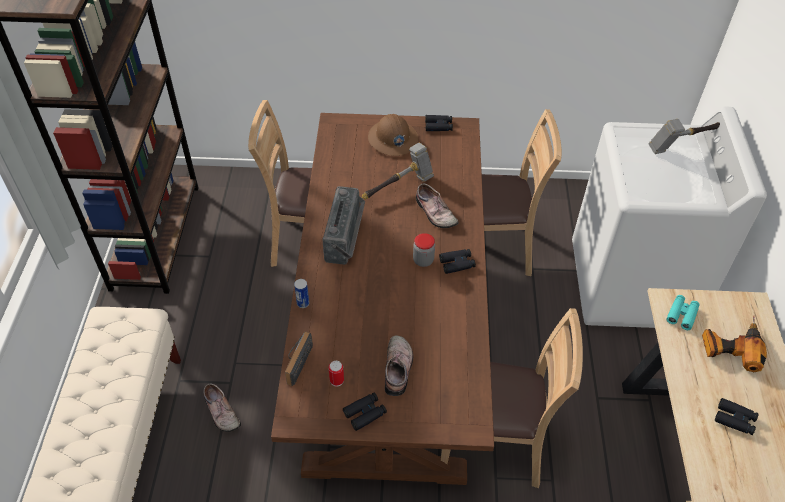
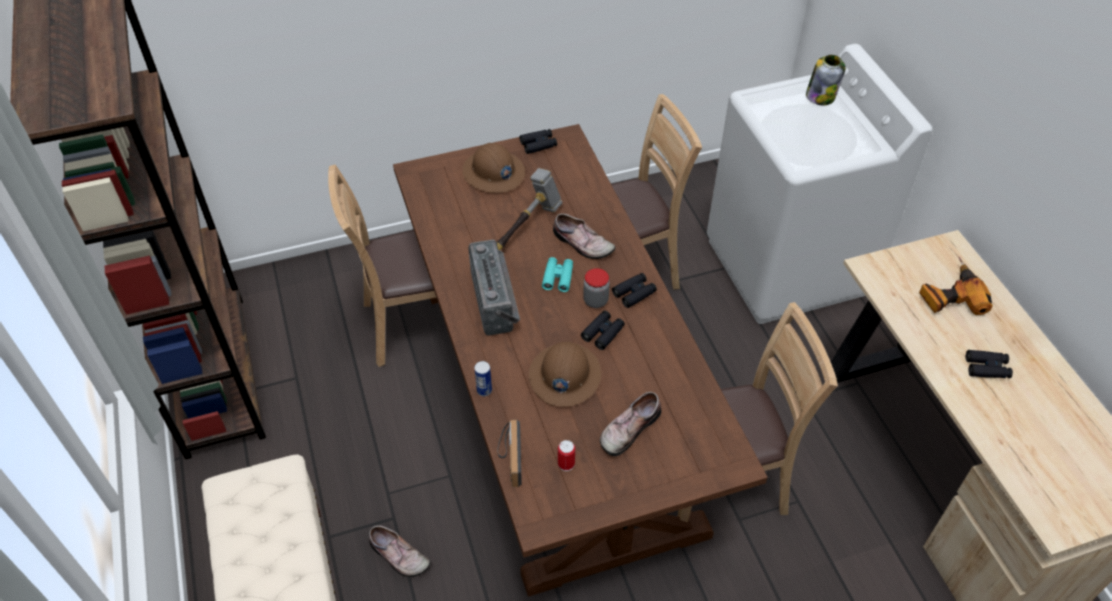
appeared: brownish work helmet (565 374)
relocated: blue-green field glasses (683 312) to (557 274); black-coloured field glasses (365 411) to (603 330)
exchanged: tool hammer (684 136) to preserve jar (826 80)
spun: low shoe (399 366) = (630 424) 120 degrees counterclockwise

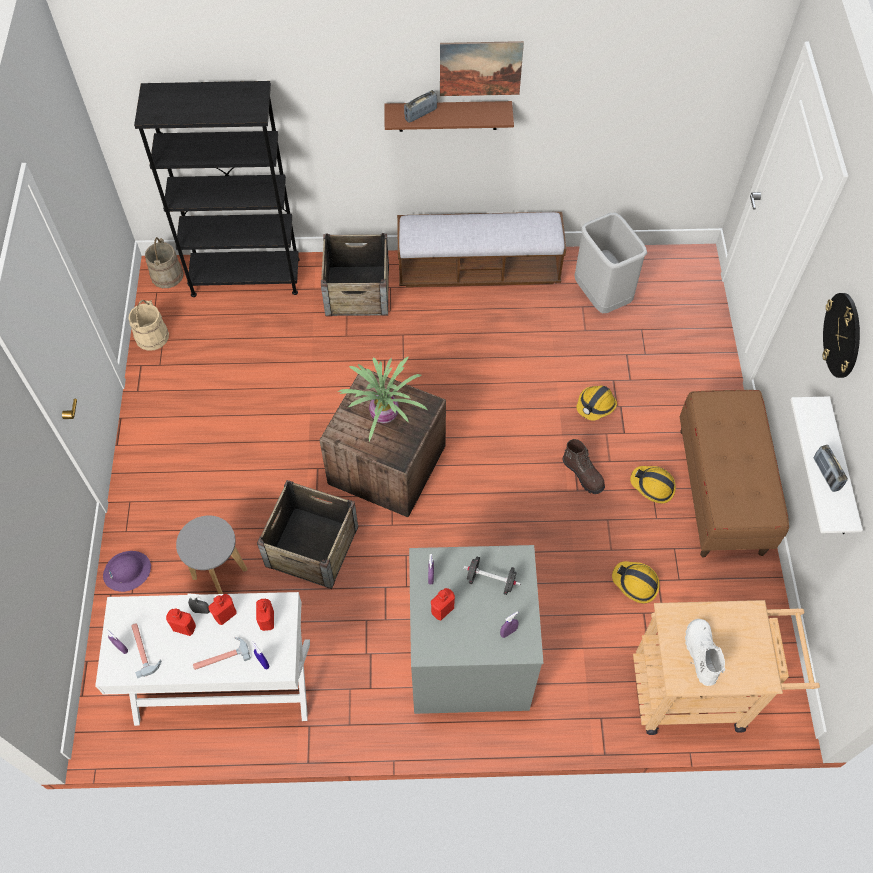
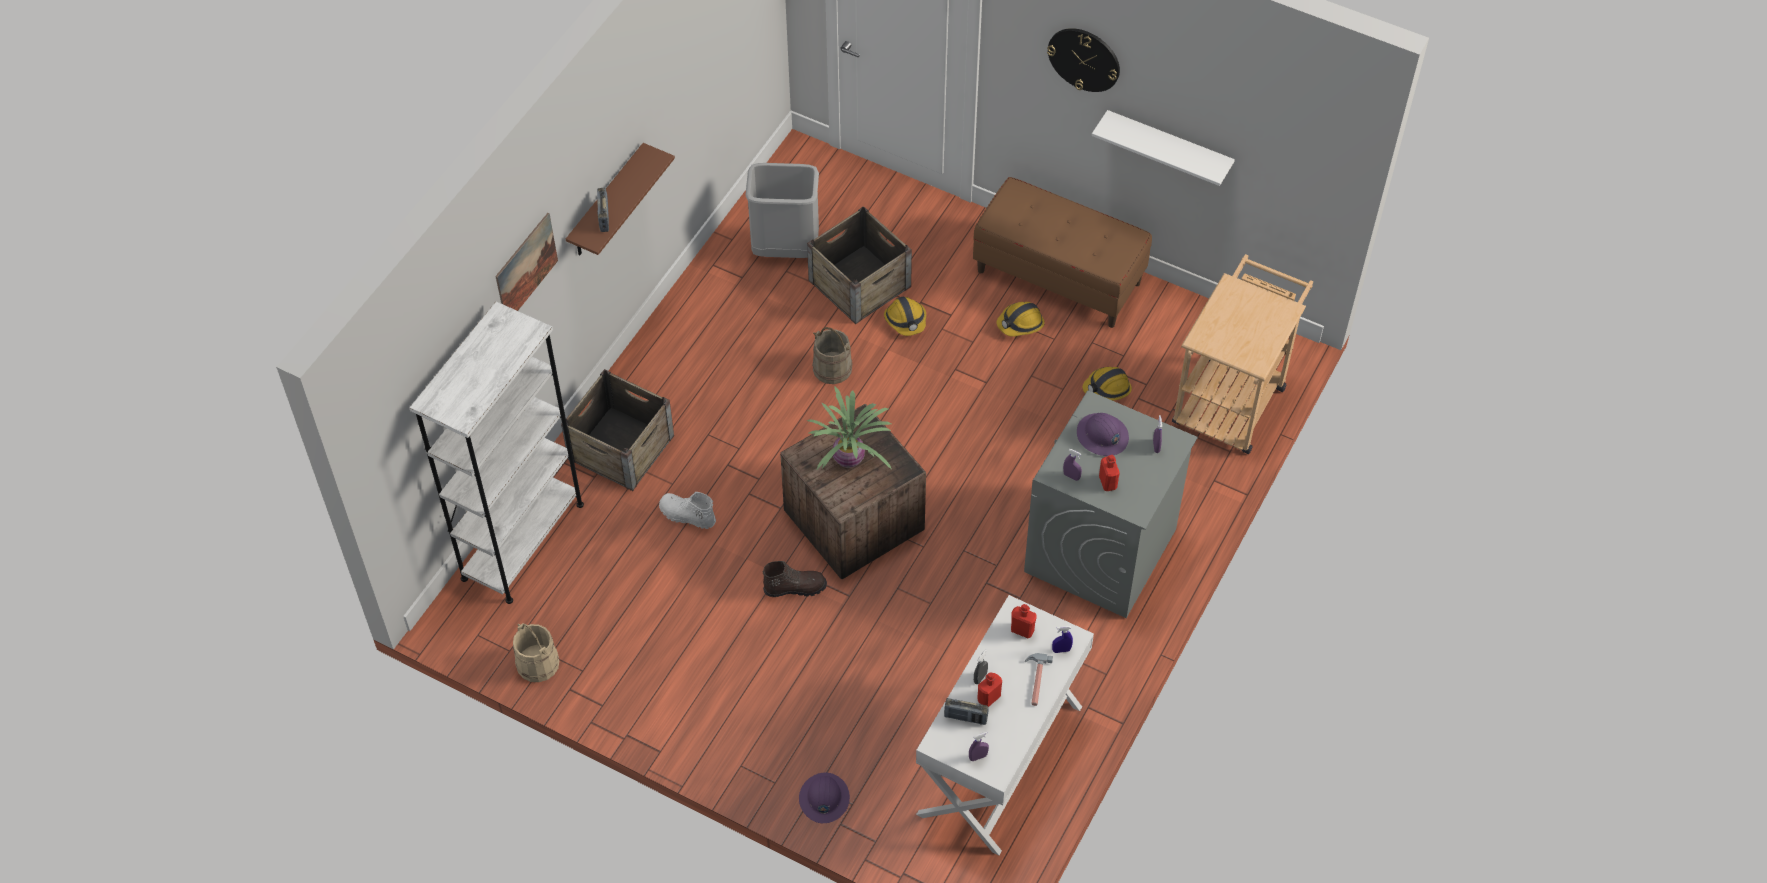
missing: indoor bench (481 249); greyish stool (211 554); reddish drink bottle (223 609); tool hammer (146 650)
relocated: picture (482 68) to (526 262); beige-coloured bucket (164 262) to (832 355); brownish boot (583 466) to (794 579); radio receiver (830 468) to (966 711); crate (307 534) to (859 265); white-coloured boot (705 652) to (687 510)
exchanged: black-coloured hand weight (492 576) to purple-coloured work helmet (1103 434)
colour: black-coloured bookshelf (217 189) to white-coloured bookshelf (497 452)

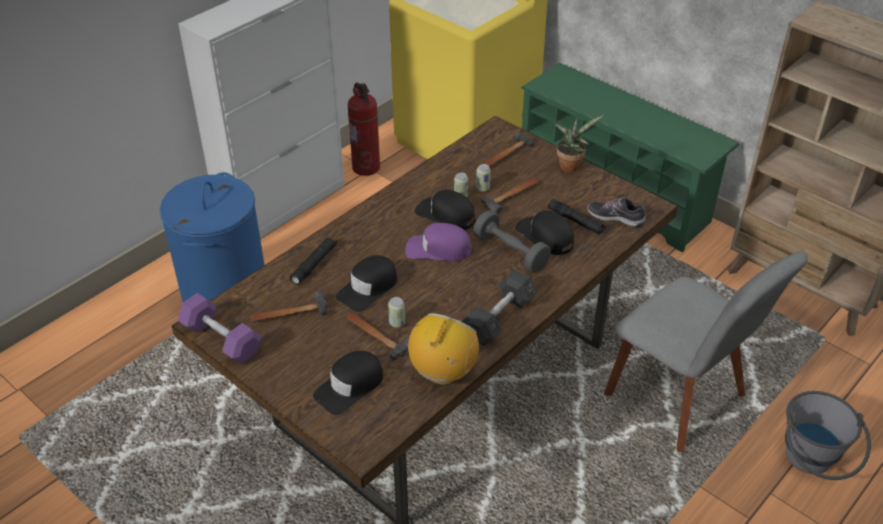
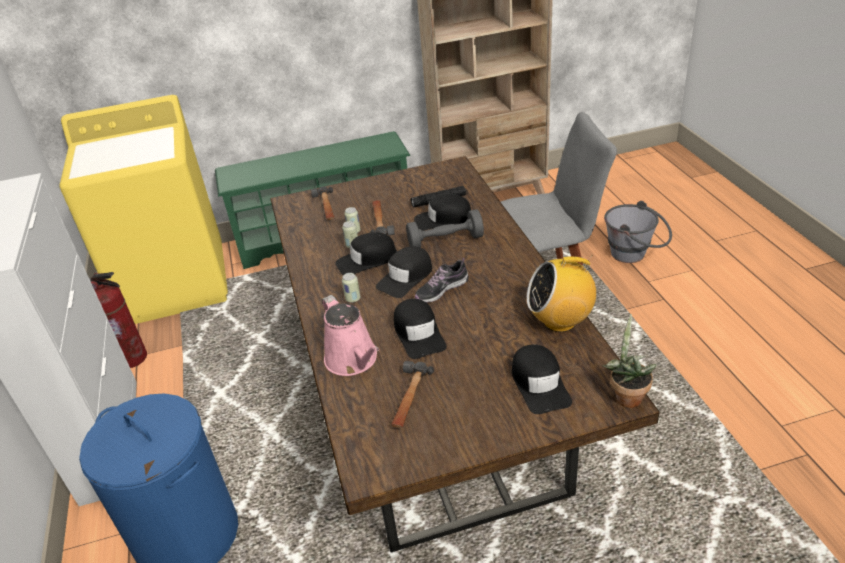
missing: greyish hand weight (499 307); purple-coloured hand weight (220 328); tool hammer (377 336)
relocated: plant in a pot (579 143) to (629 361); low shoe (616 212) to (442 280); metal can (396 312) to (351 288)
exchanged: black-coloured torch (313 261) to pink sprinkling can (350 335)
colour: purple-coloured peaked cap (438 242) to black-coloured peaked cap (404 272)
spun: radio receiver (443 349) = (561 293) 60 degrees counterclockwise

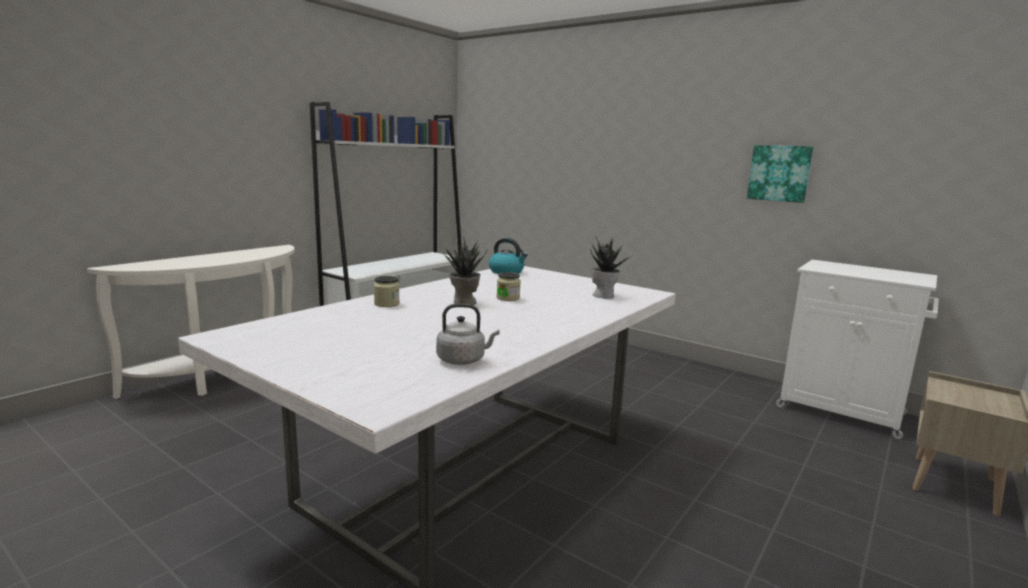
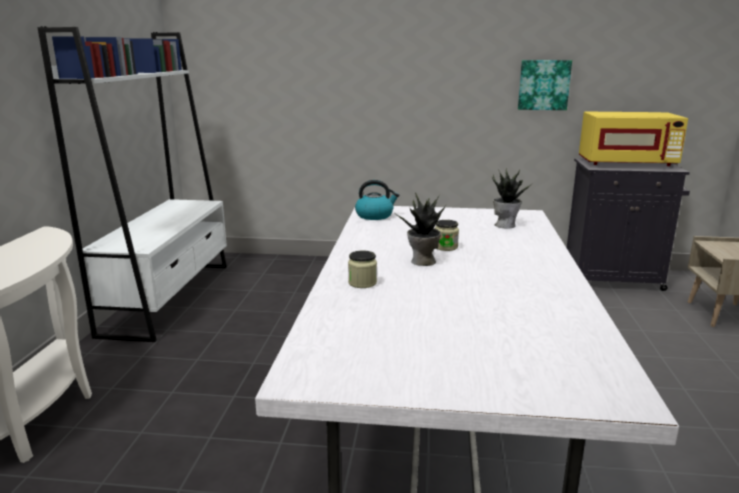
missing: greyish tea kettle (467 334)
appeared: yellowish microwave (633 139)
colour: white-coloured cupboard (857 349) to black-coloured cupboard (628 224)

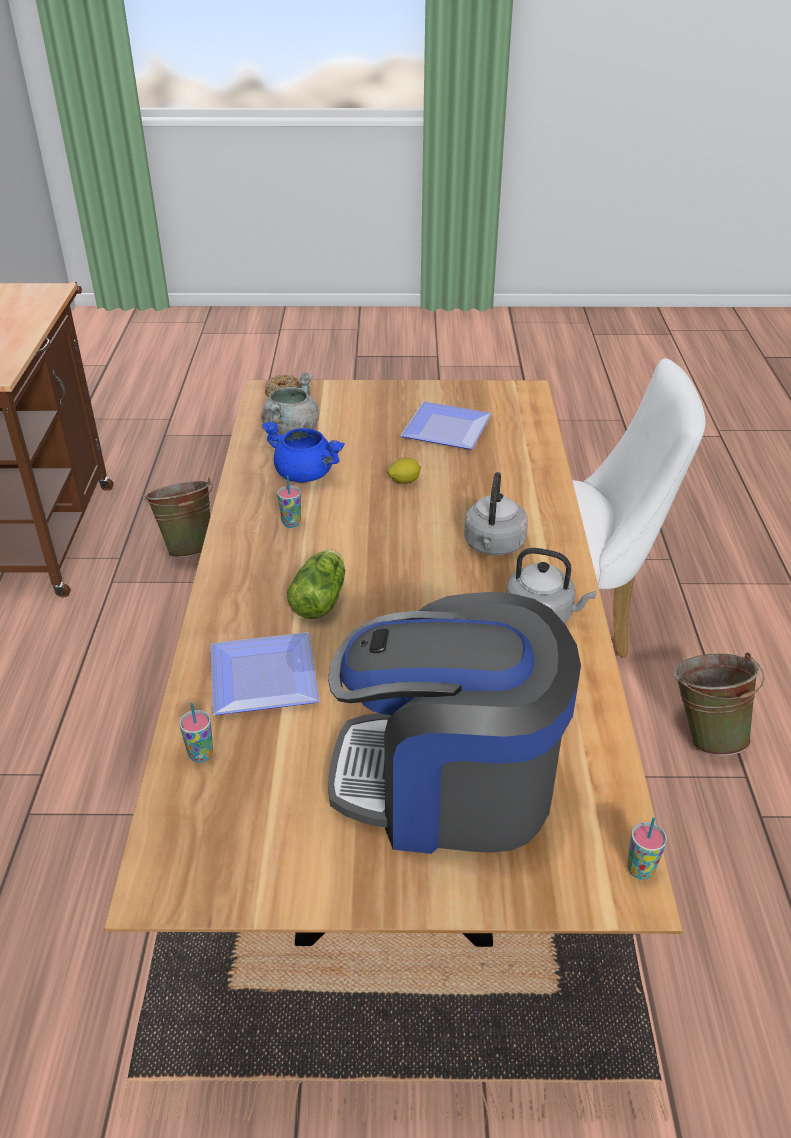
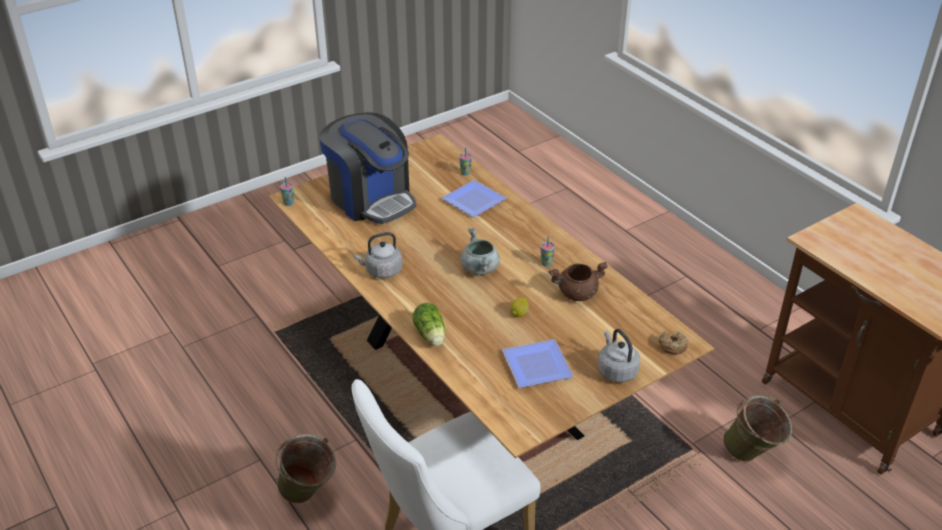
relocated: greyish cooking pot (290 403) to (480 251); greyish tea kettle (496 514) to (619 355); head of lettuce (316 584) to (429 324)
colour: blue cooking pot (303 452) to brownish cooking pot (578 281)
spun: coffee machine (454 723) = (367 168) 75 degrees clockwise

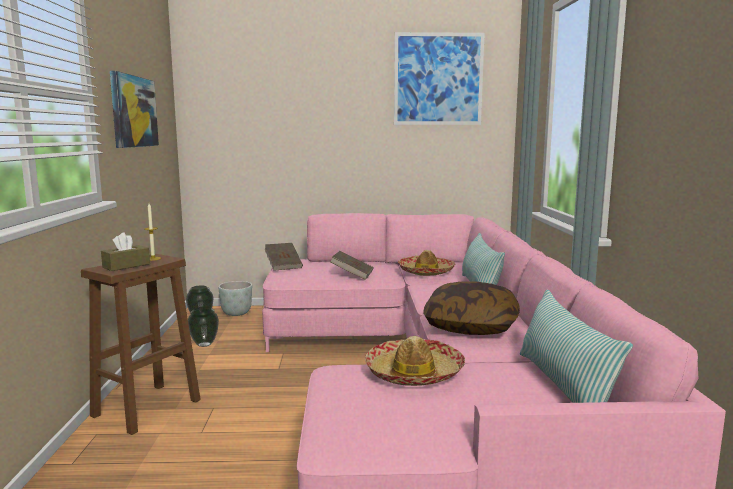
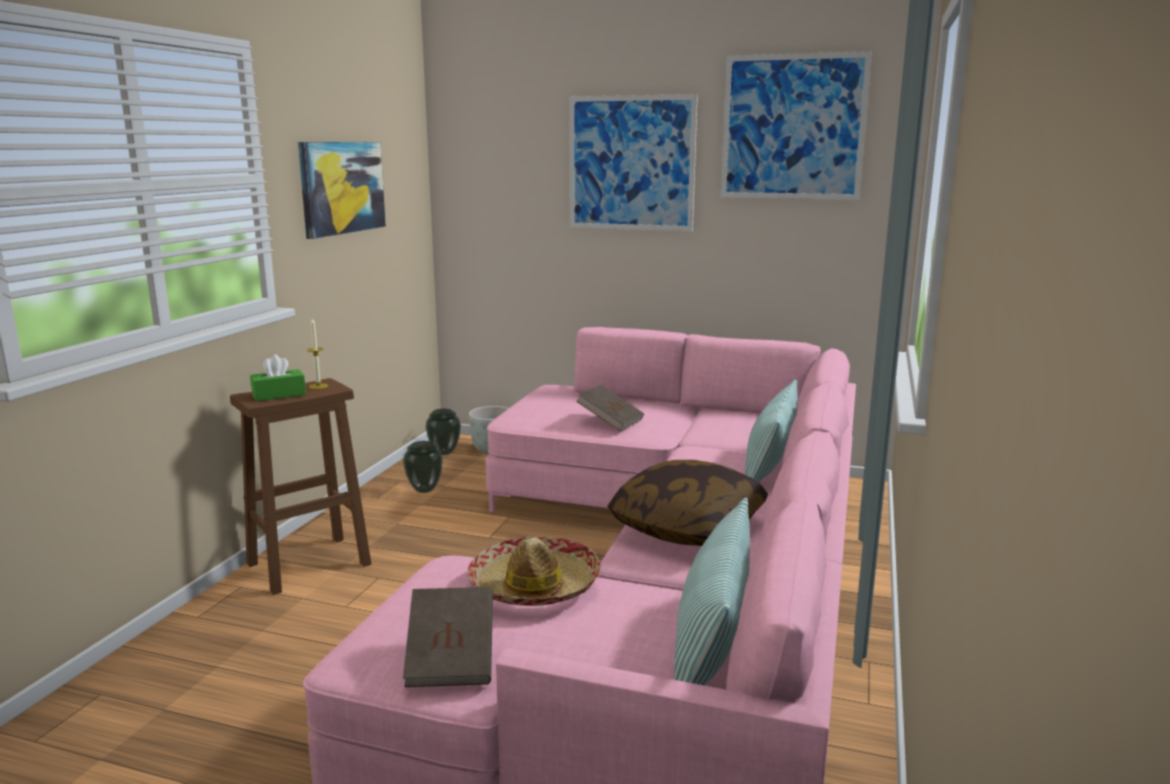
missing: wearable hat (426 263)
appeared: picture (633 162)
relocated: brownish volume (284 257) to (448 637)
colour: brownish box of tissues (125 251) to green-coloured box of tissues (278 378)

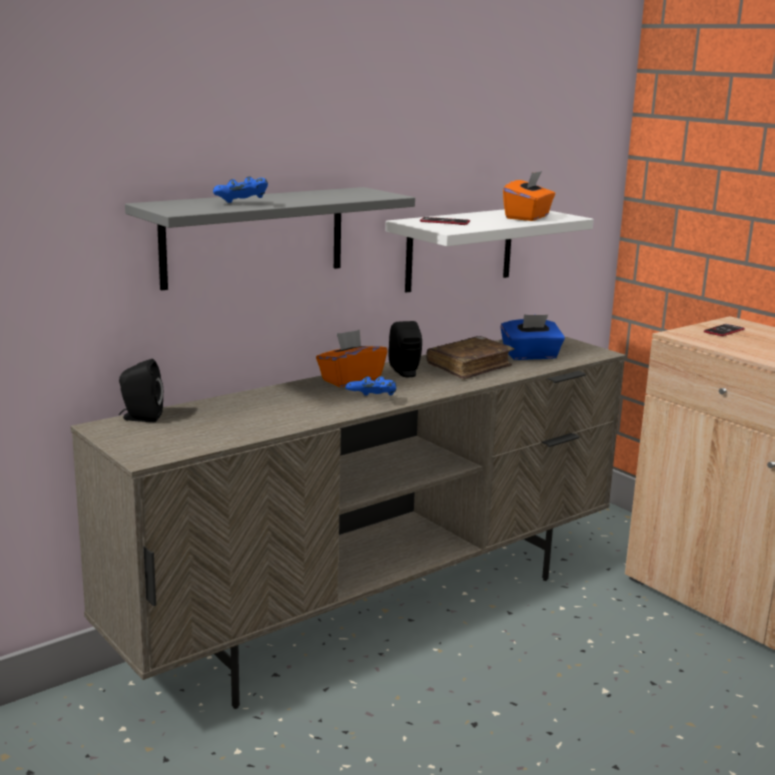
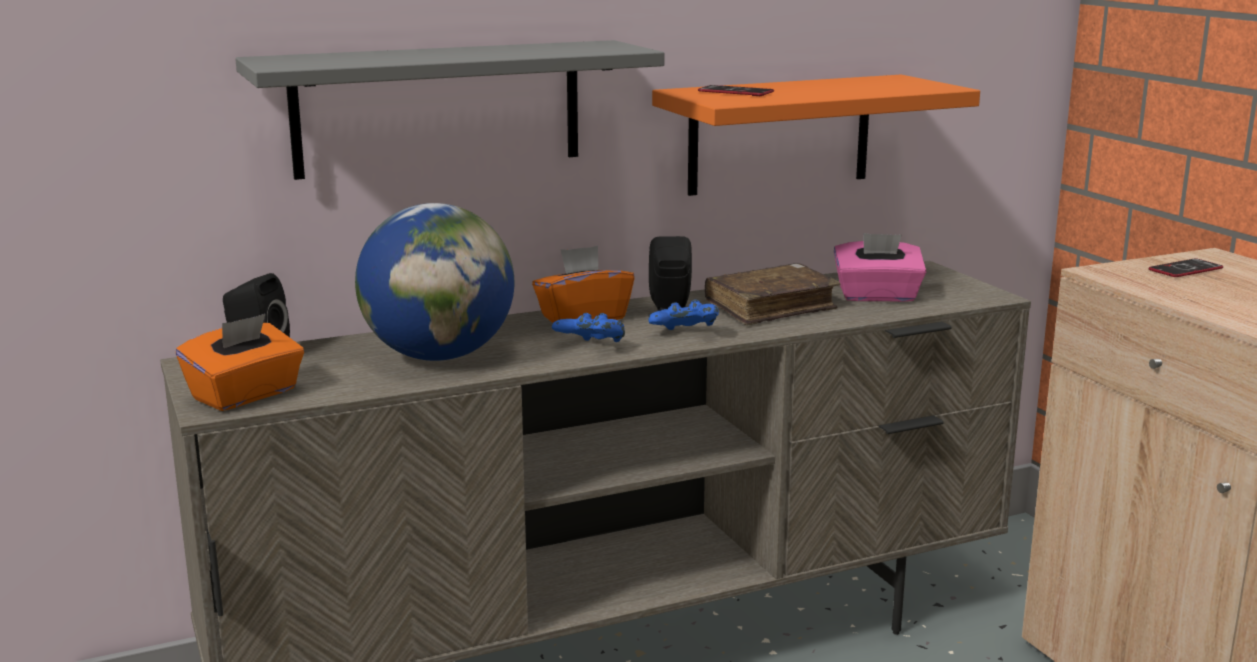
appeared: world globe (434 282)
relocated: orangey box of tissues (529 196) to (240 362); blue joypad (240 189) to (683 315)
colour: white-coloured wall shelf (489 251) to orangey wall shelf (816 135); blue box of tissues (533 337) to pink box of tissues (880 267)

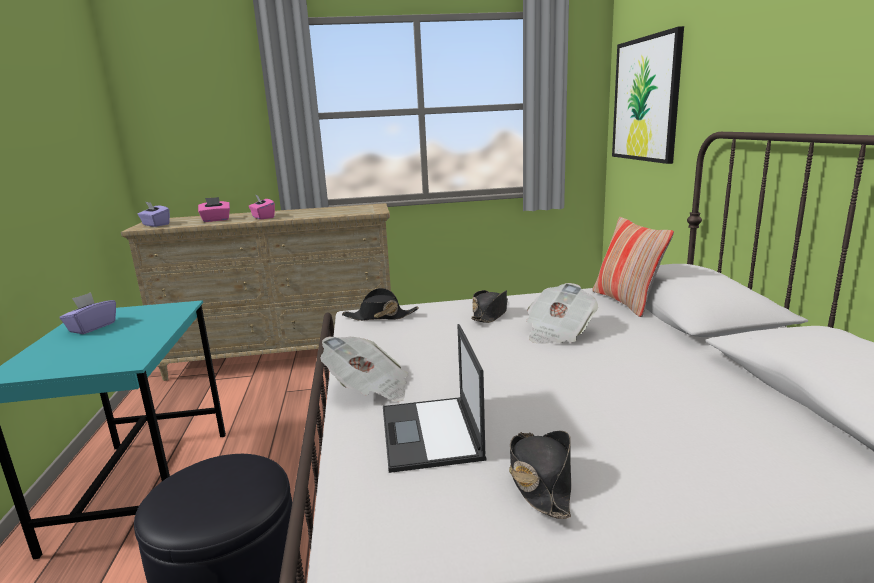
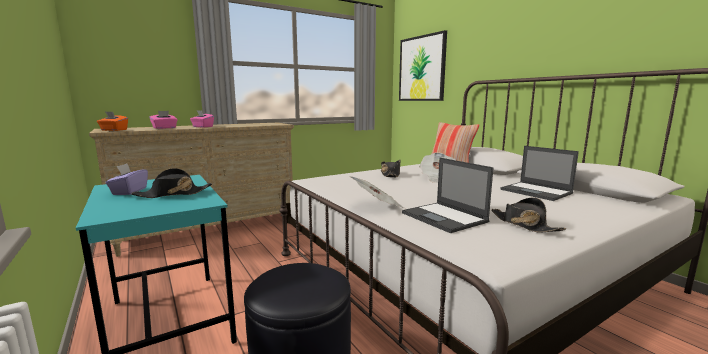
appeared: notebook computer (539 173)
relocated: black-coloured wearable hat (380 304) to (172 183)
colour: purple-coloured box of tissues (154 214) to orangey box of tissues (112 121)

